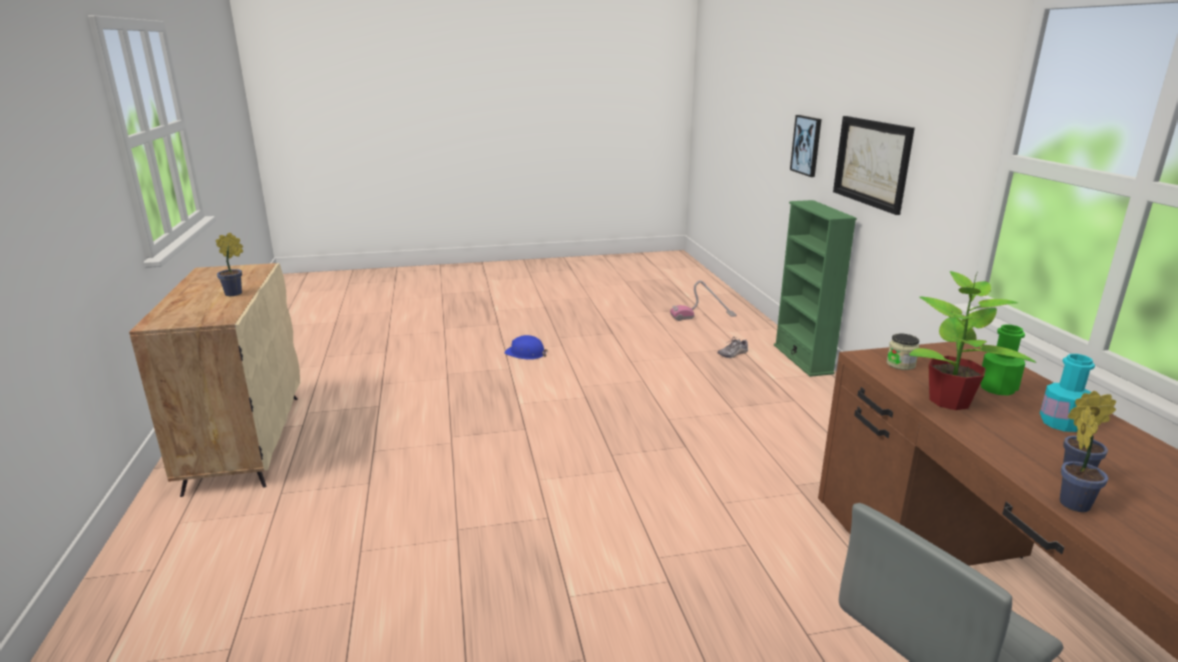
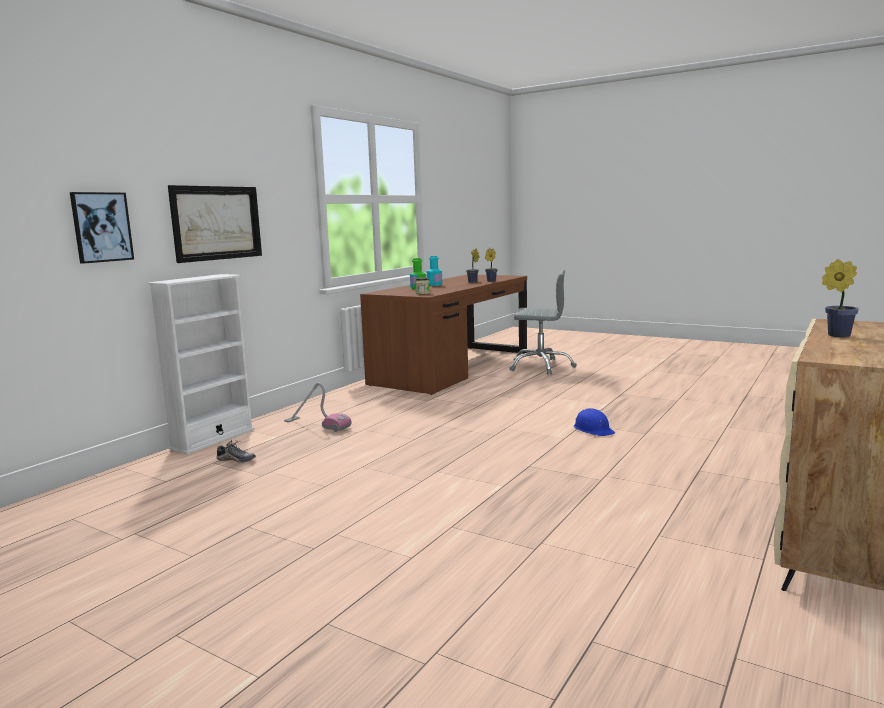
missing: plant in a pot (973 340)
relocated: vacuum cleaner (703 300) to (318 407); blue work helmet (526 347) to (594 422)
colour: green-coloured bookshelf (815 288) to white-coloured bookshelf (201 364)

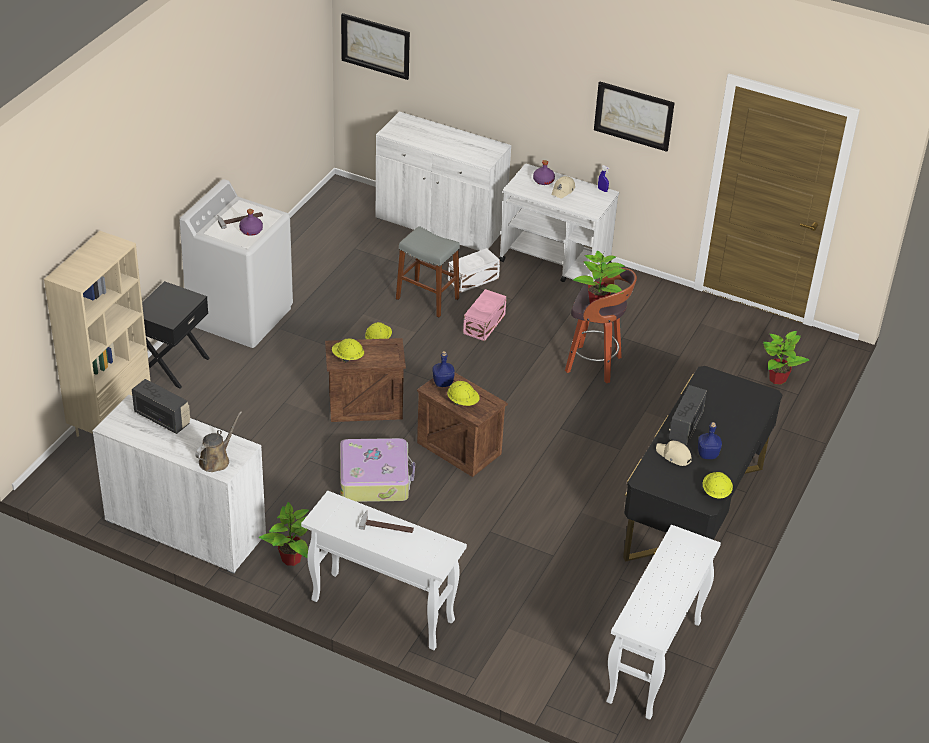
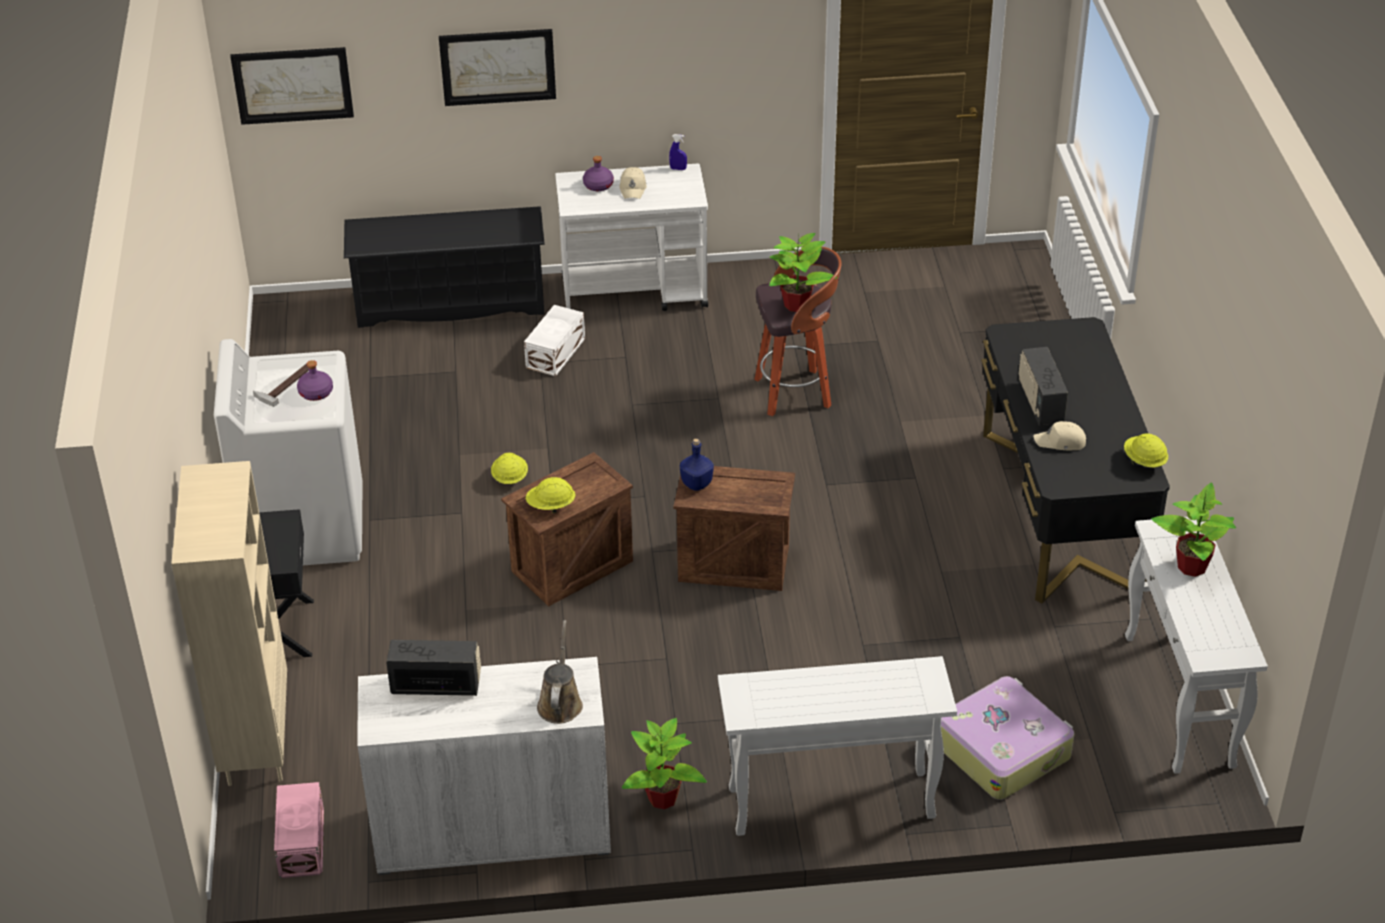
missing: greyish stool (428 271); yellowish work helmet (463 393); blue drink bottle (710 440); tool hammer (386 522)
relocated: picture (634 117) to (497 67); pink storage container (485 315) to (299 830); plant in a pot (786 358) to (1193 529); piece of luggage (377 470) to (1008 738)
exchanged: white-coloured cupboard (444 181) to black-coloured shoe shelf (444 267)

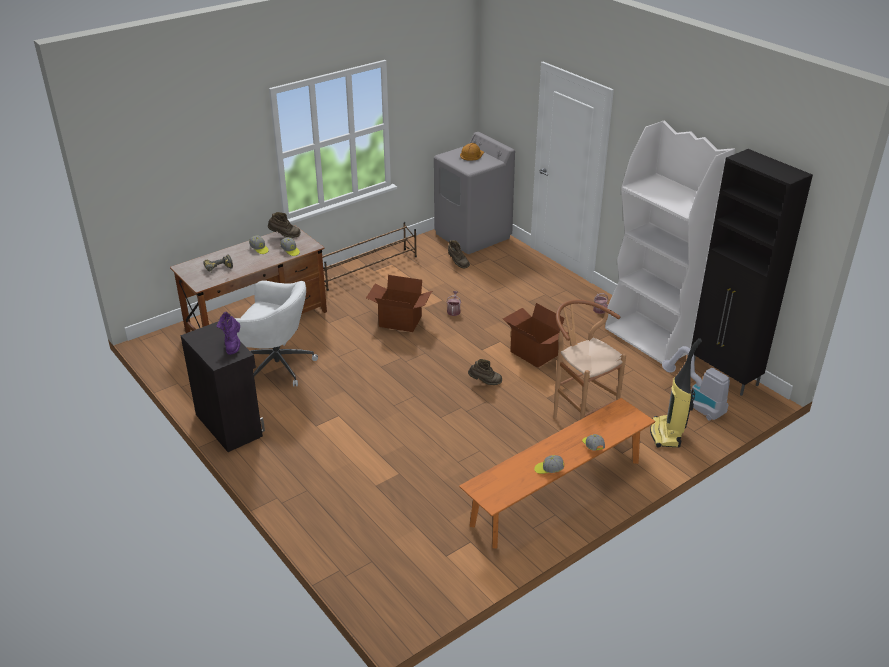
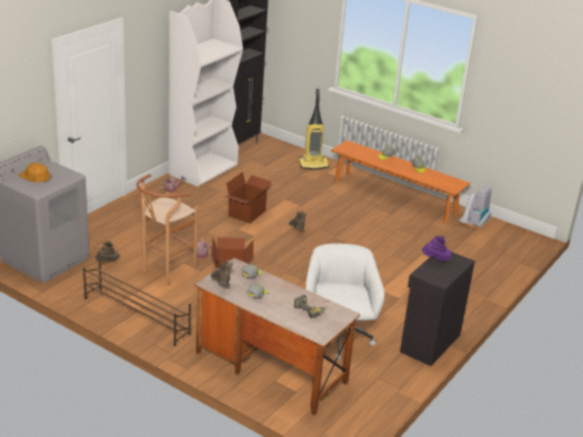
relocated: brownish stool (590 360) to (167 229); vacuum cleaner (696 383) to (475 206)

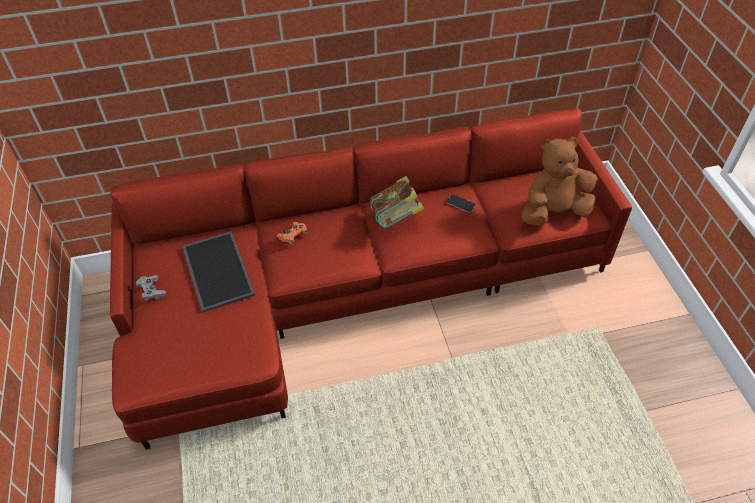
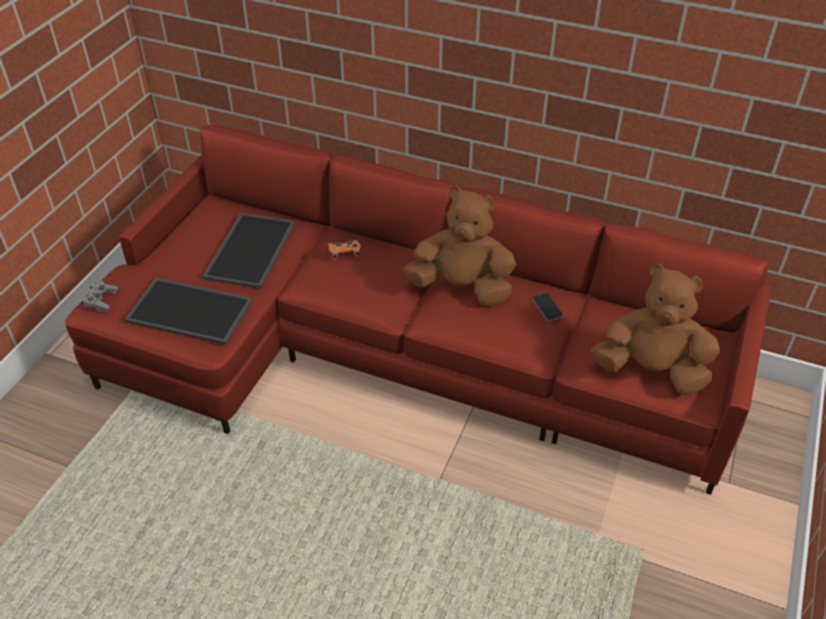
appeared: carrying tray (188 311)
relocated: greyish joypad (150 288) to (100 296)
exchanged: volume (397 202) to brownish soft toy (459 246)

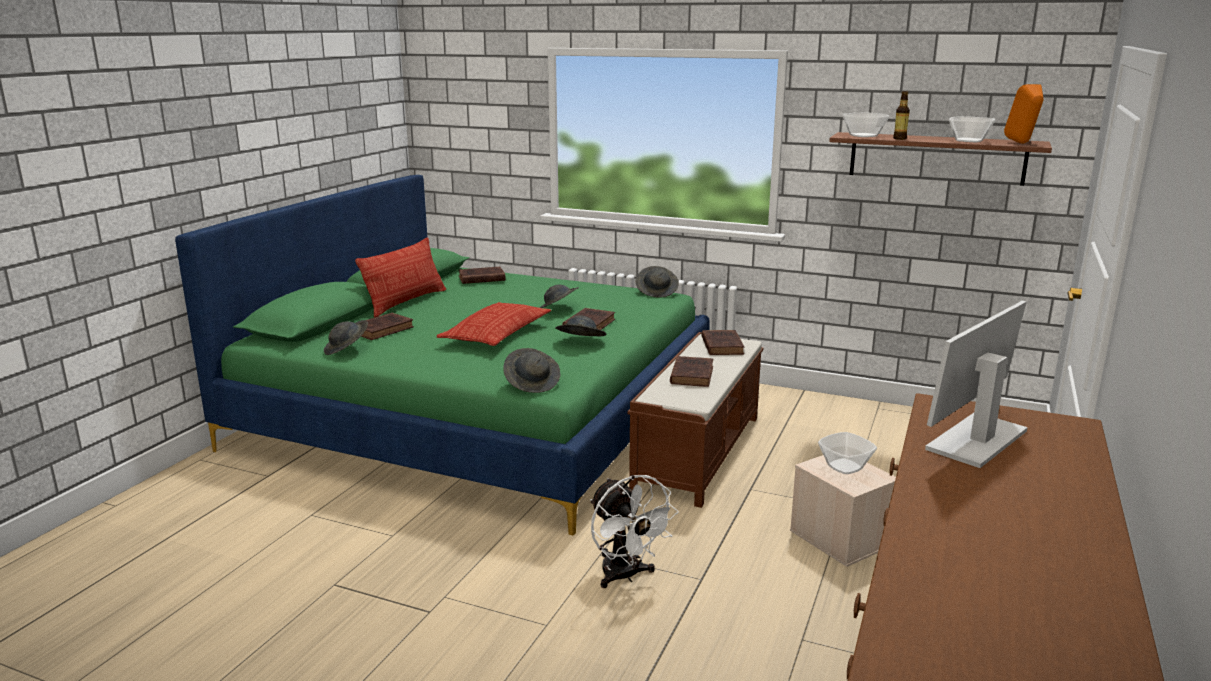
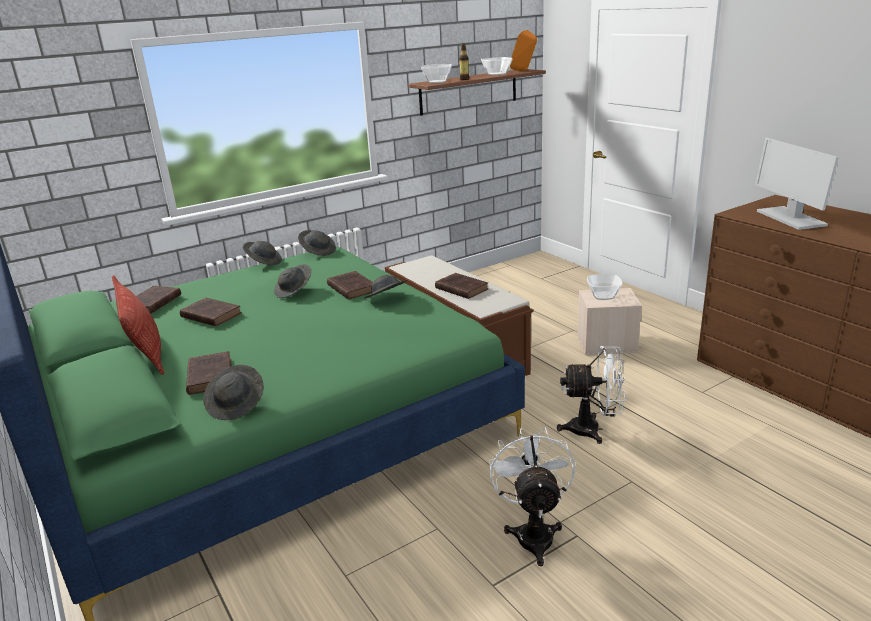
missing: pillow (494 324)
appeared: white-coloured fan (532 496)
relocated: brownish volume (723 342) to (211 312); greyish wearable hat (531 370) to (262 253)

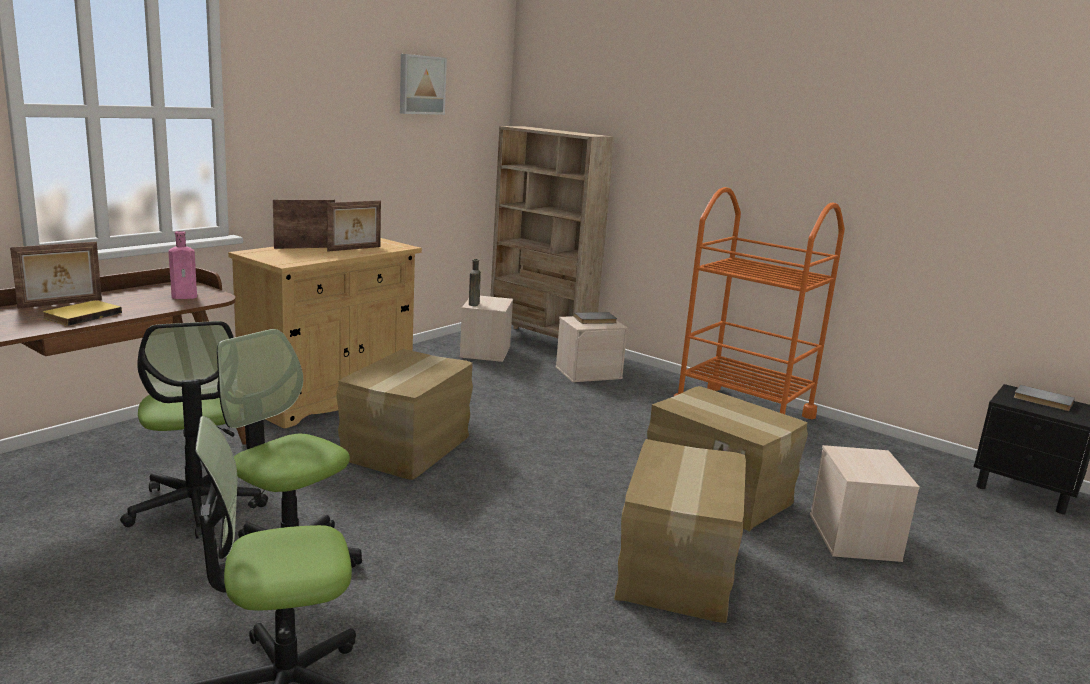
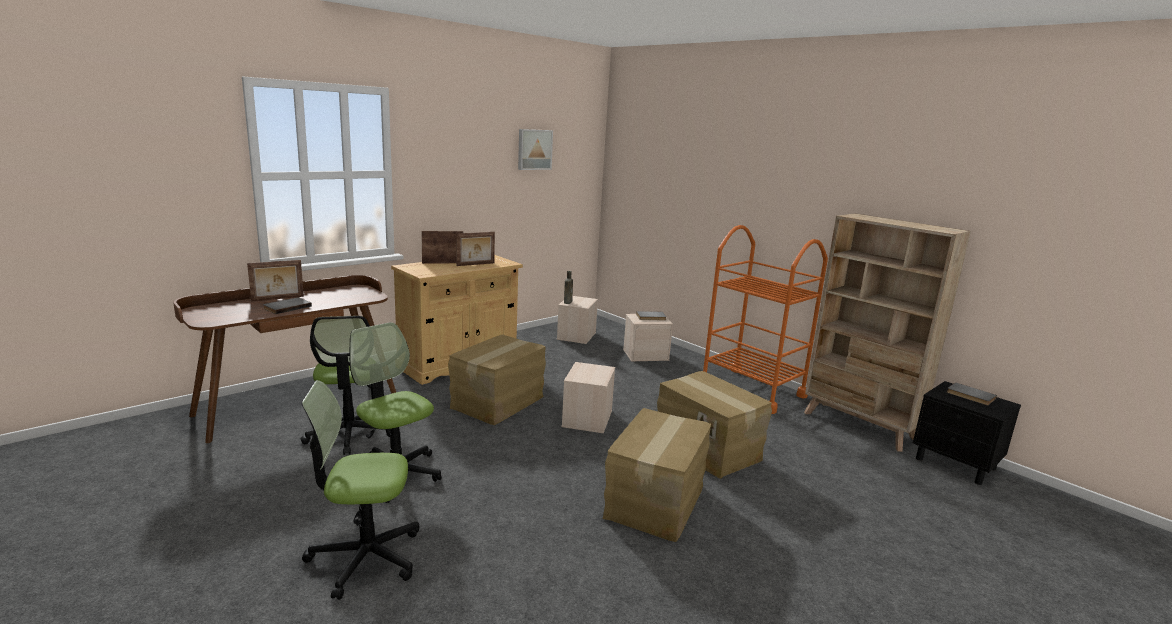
missing: pink drink bottle (183 265)
relocated: beige-coloured bookshelf (552 232) to (887 332); beige-coloured storage container (865 503) to (588 397)
colour: yellowish volume (82 313) to greyish volume (287 305)

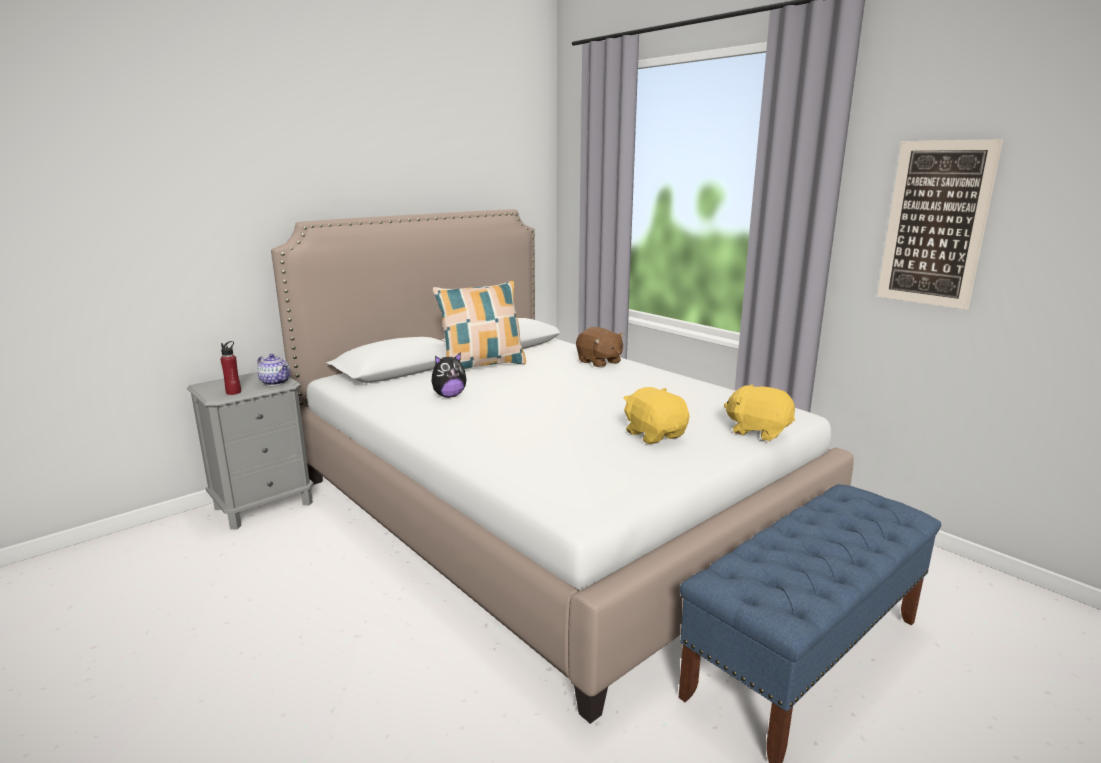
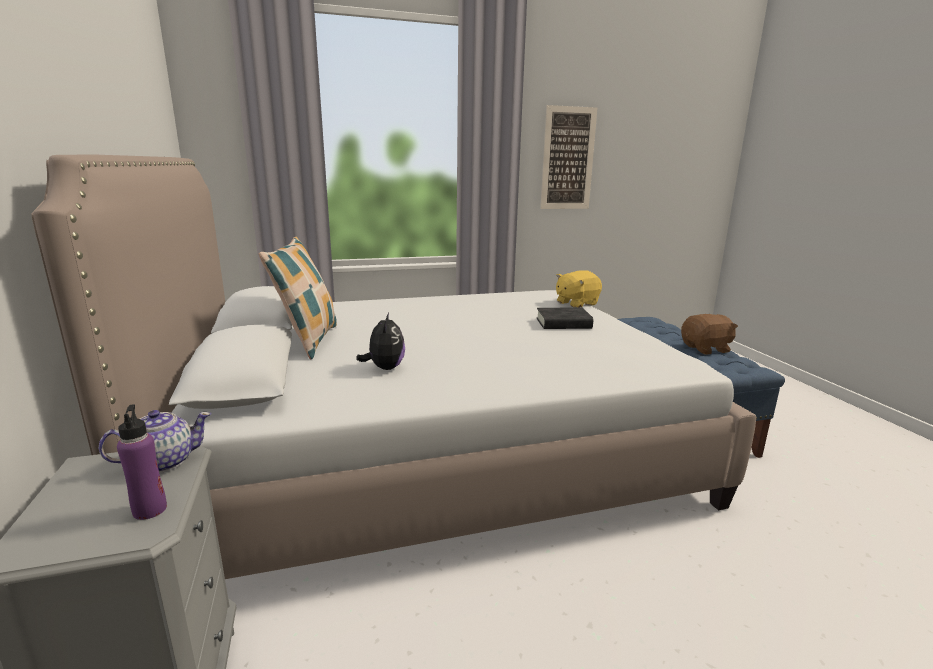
relocated: brownish soft toy (600 347) to (709 334)
exchanged: yellowish soft toy (656 415) to black-coloured volume (564 318)
colour: reddish drink bottle (230 368) to purple-coloured drink bottle (142 462)

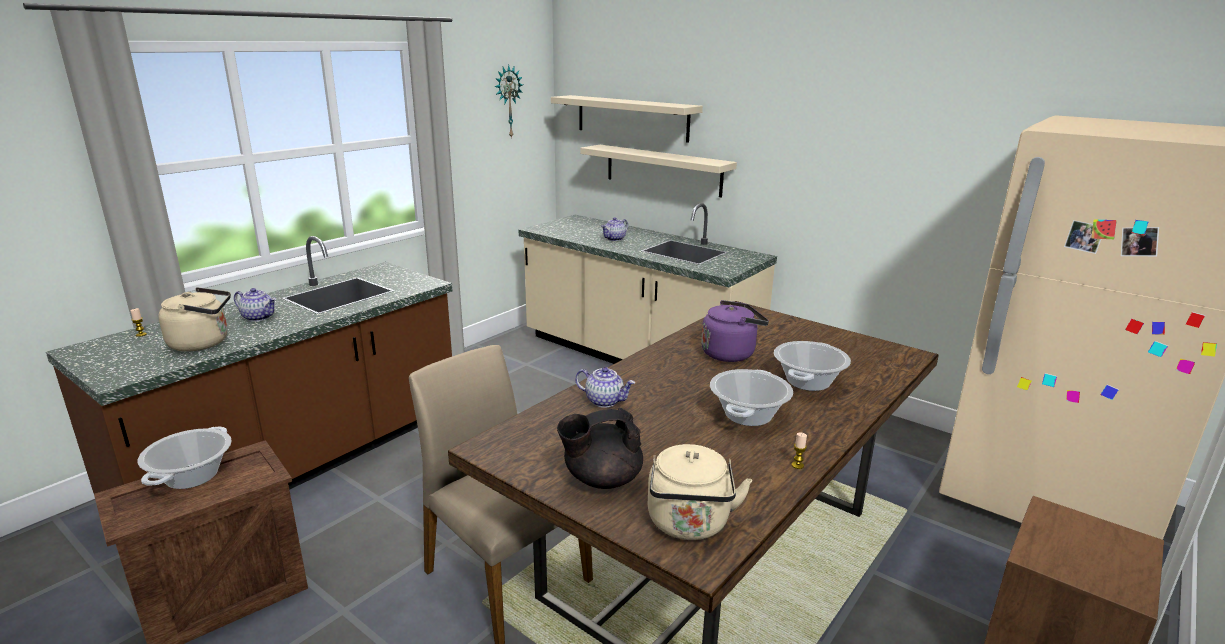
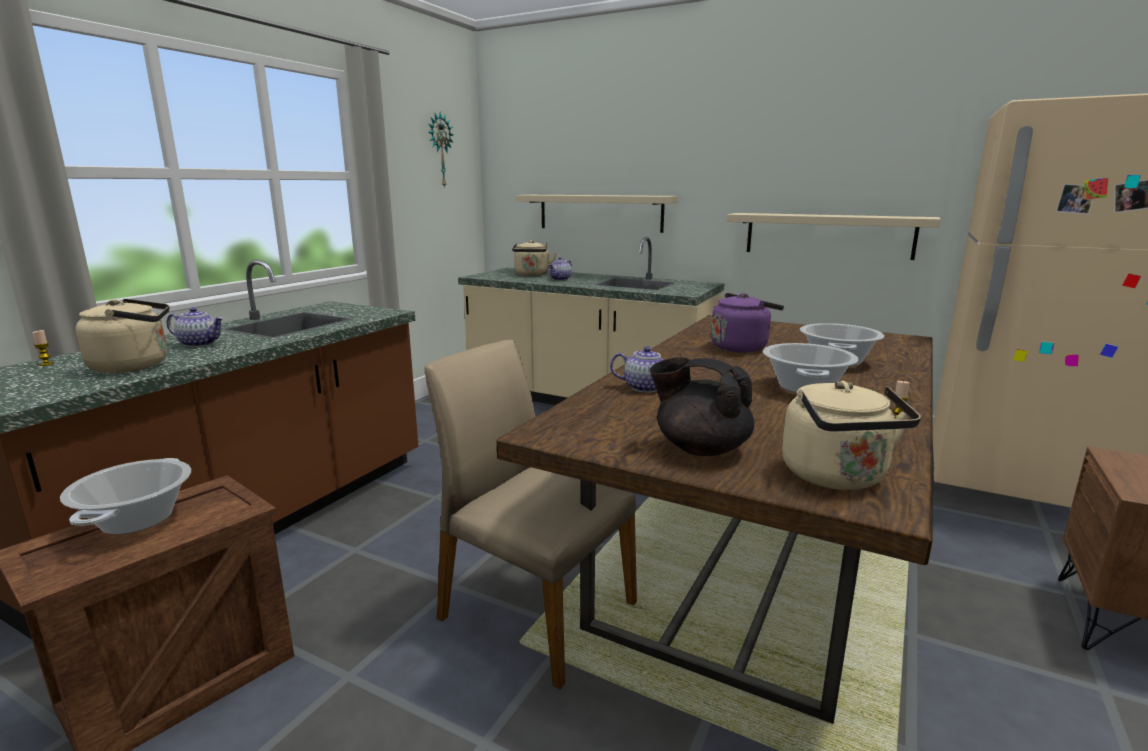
appeared: beige-coloured tea kettle (534 258)
relocated: beige-coloured wall shelf (627 119) to (833 236)
spun: black-coloured tea pot (600 448) = (702 406) 60 degrees clockwise

